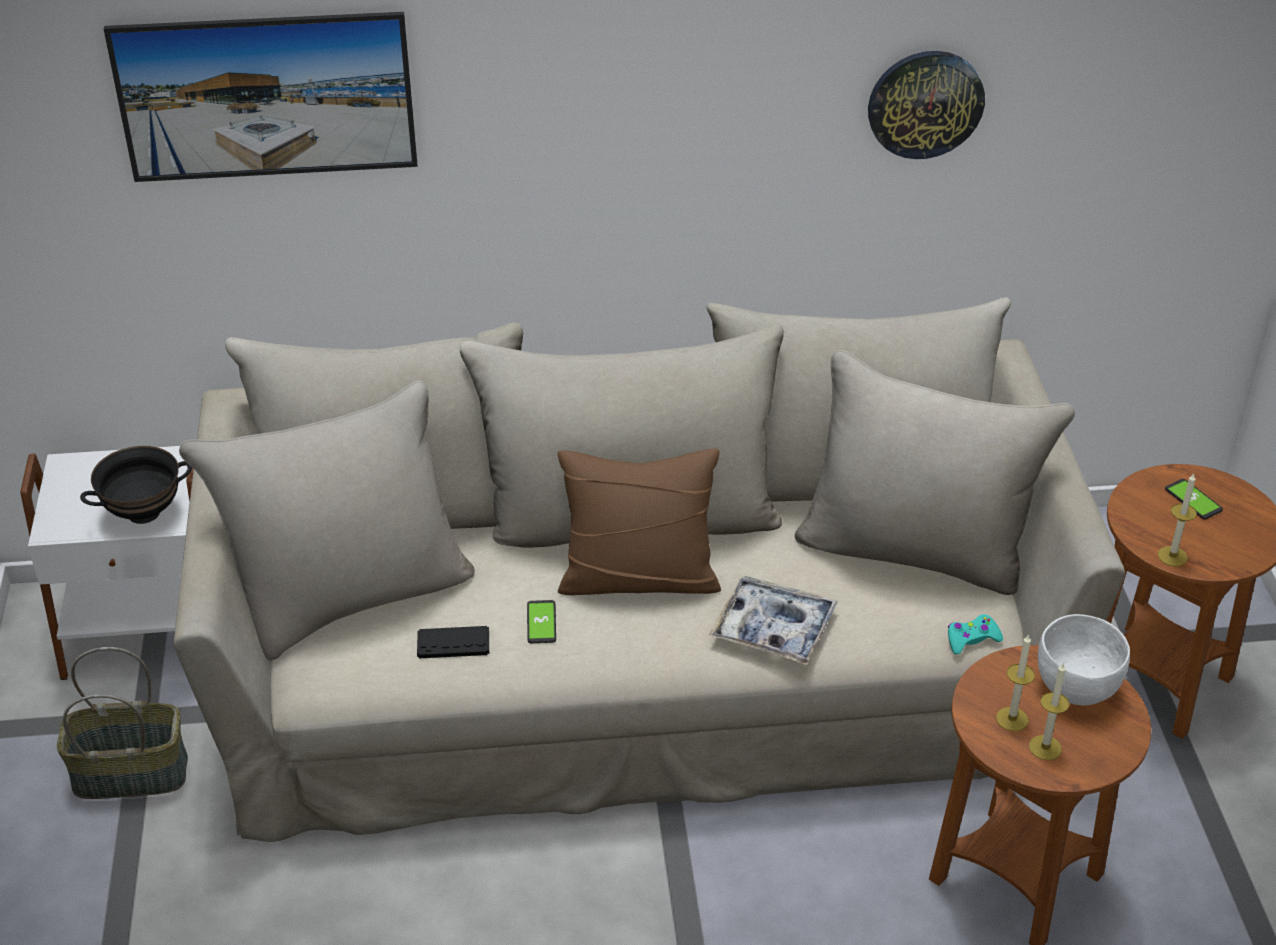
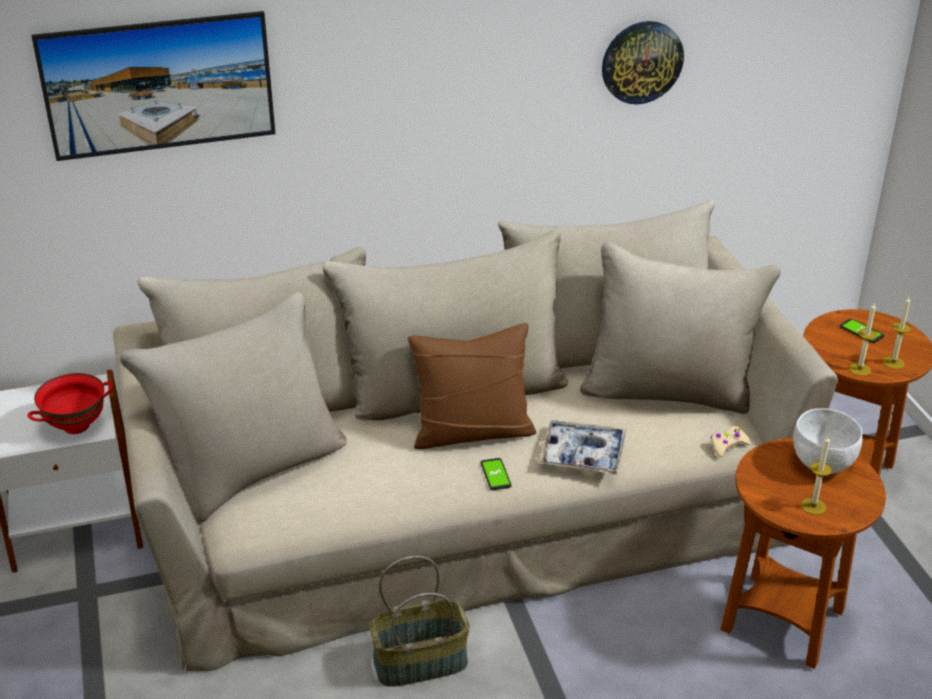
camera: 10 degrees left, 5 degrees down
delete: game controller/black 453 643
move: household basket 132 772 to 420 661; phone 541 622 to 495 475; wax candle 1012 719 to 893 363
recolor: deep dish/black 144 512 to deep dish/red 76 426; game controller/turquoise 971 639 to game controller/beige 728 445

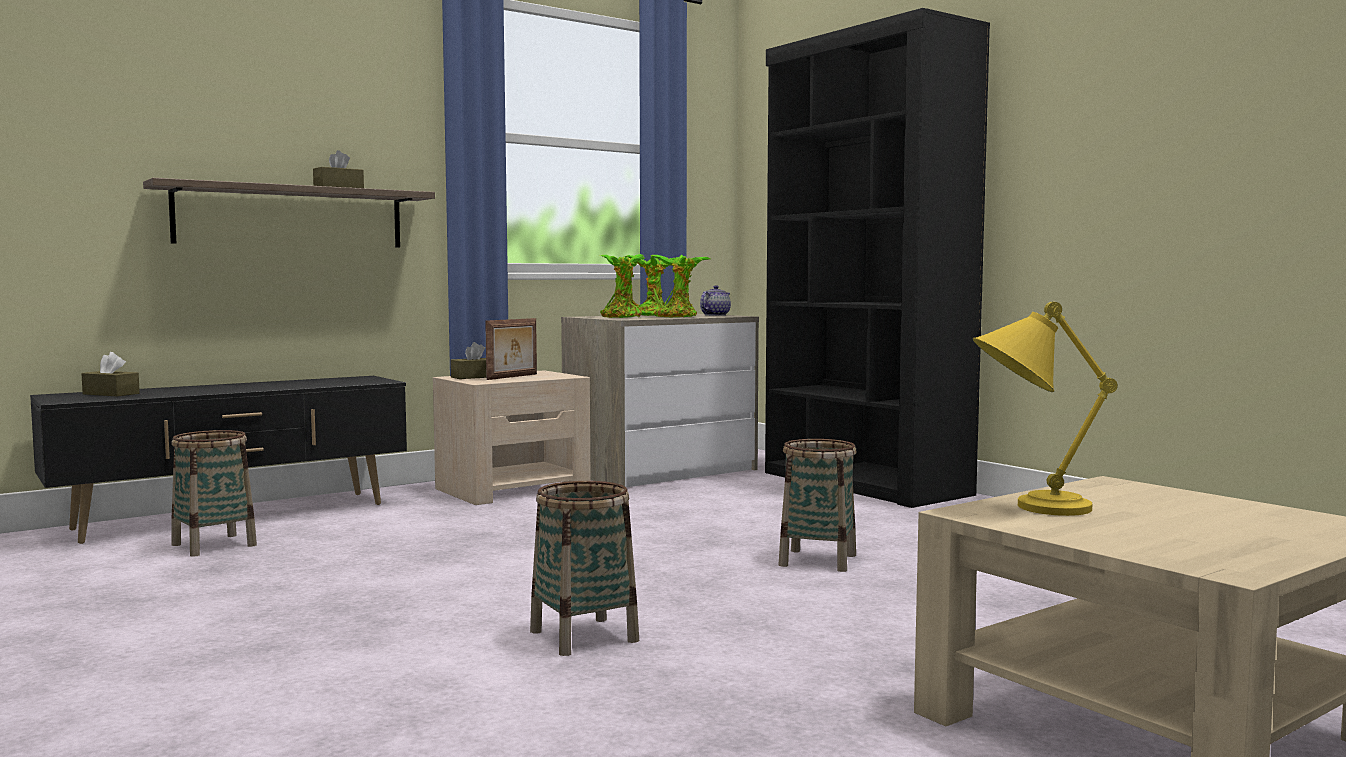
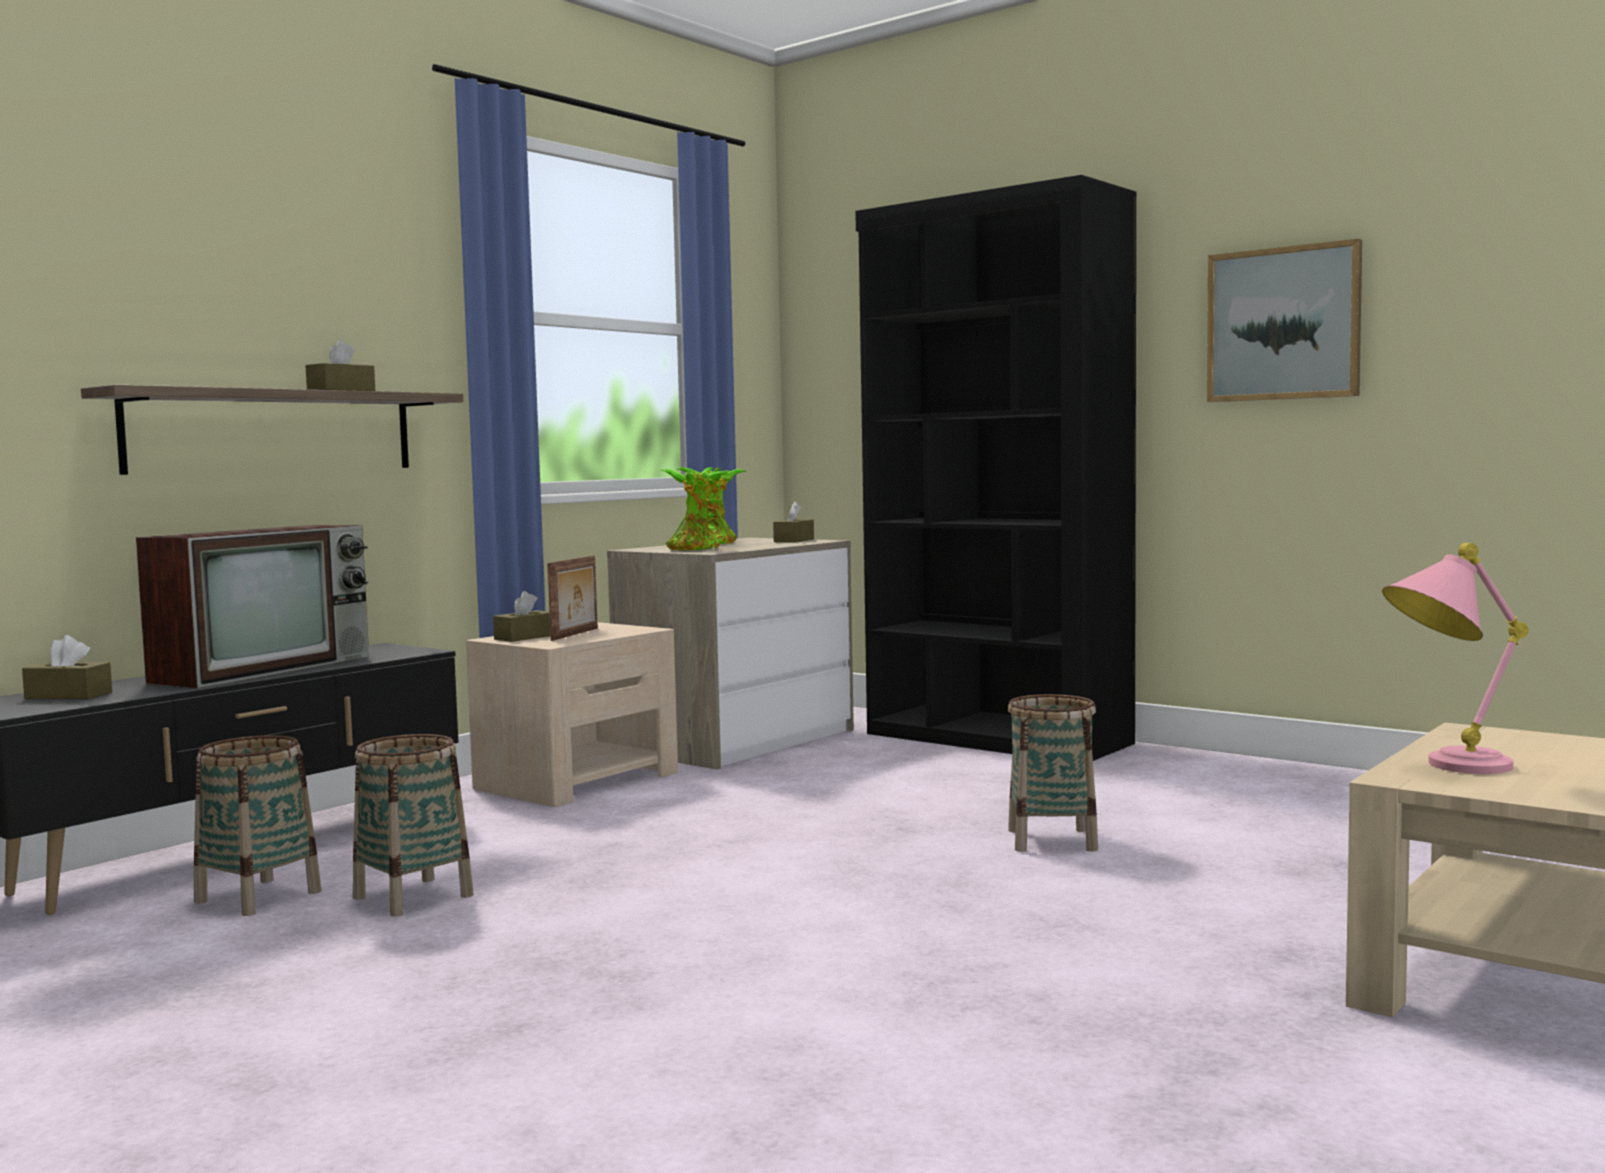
camera: 15 degrees left, 0 degrees up
delete: plant in a pot 678 317
insert: TV 266 668; wall art 1283 324
move: household basket 584 636 to 413 897
replace: tea pot 715 315 to box of tissues/brown-coloured 794 540
recolor: table lamp/yellow-coloured 1027 507 to table lamp/pink-coloured 1444 767

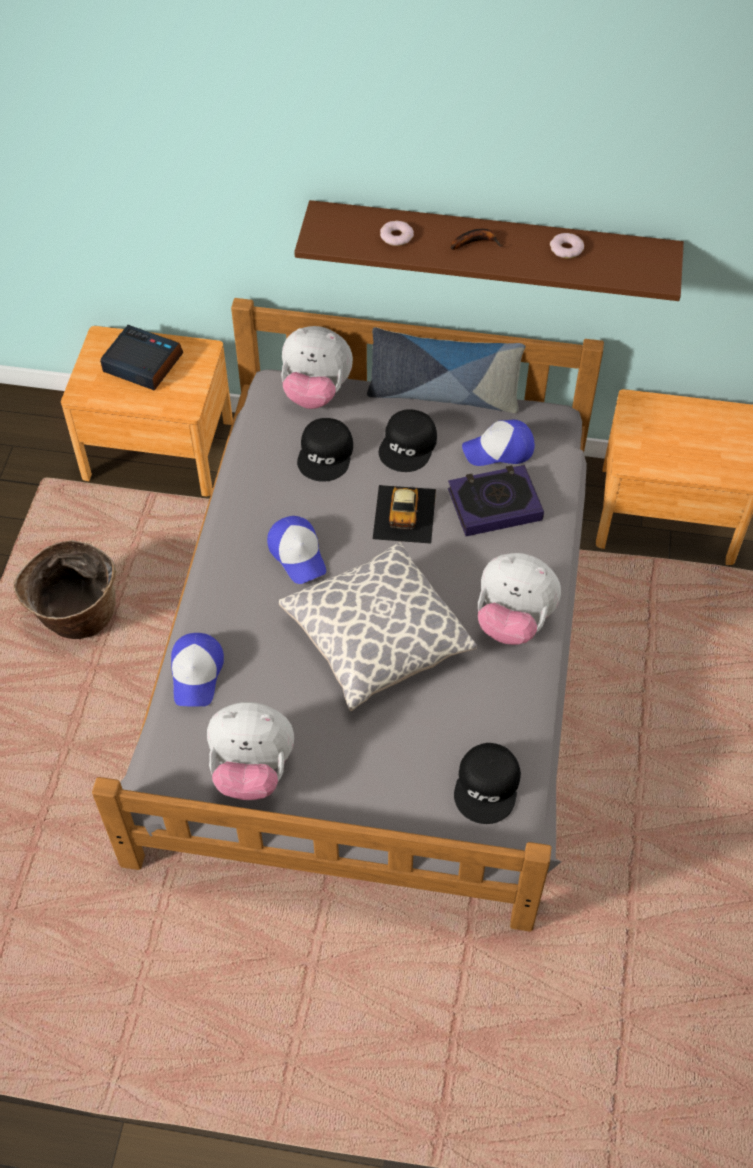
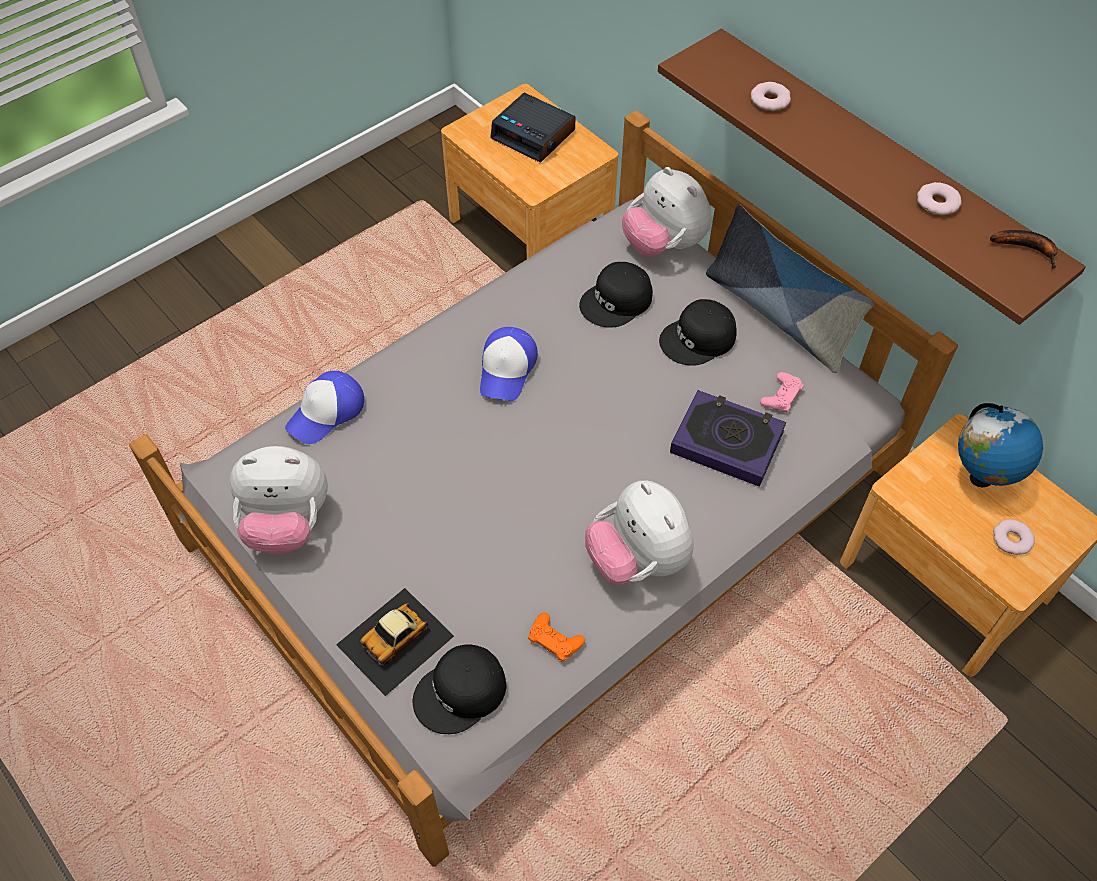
camera: 40 degrees right, 0 degrees up
delete: household basket 76 617; cushion 376 640
insert: game controller/orange 555 639; world globe 981 478; ring doughnut 1011 540
move: model car 405 513 to 396 640; banana 476 242 to 1028 249
replace: baseball cap 499 450 to game controller/pink-coloured 781 396
rotate: alarm clock 142 364 = 534 135 150 degrees clockwise; cuddly toy 252 770 = 287 523 45 degrees counterclockwise

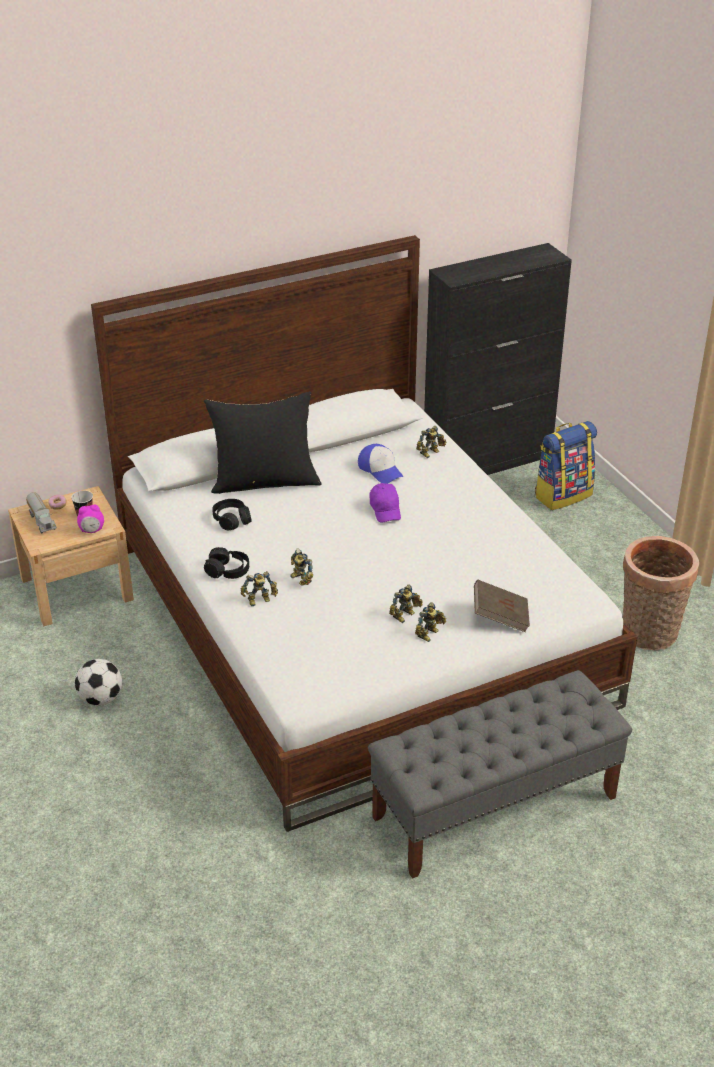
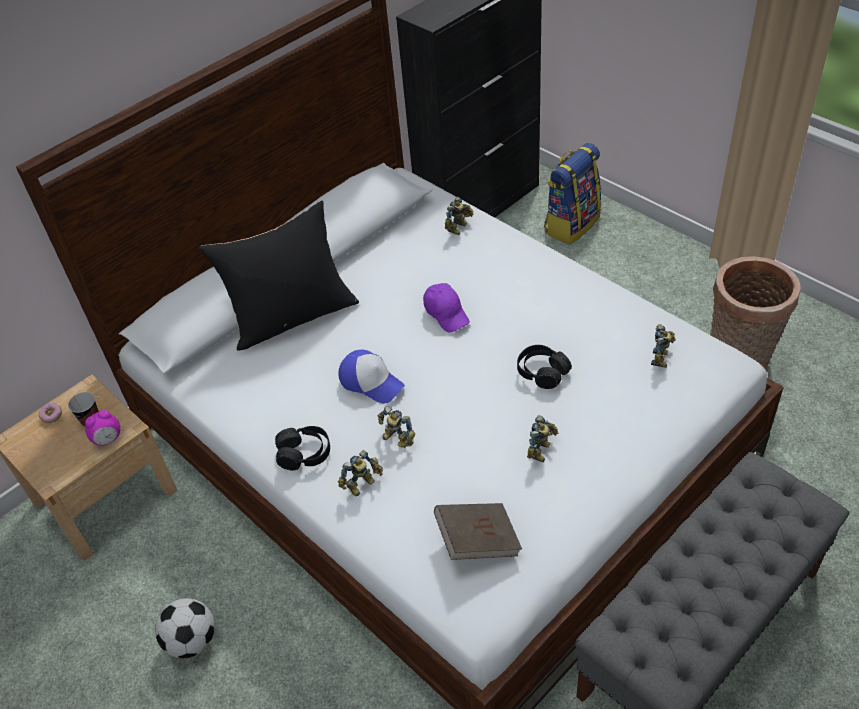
camera: 15 degrees left, 10 degrees up
delete: toy truck 42 521
move: headset/black 232 520 to 542 372; baseball cap 380 470 to 371 382; model robot 430 634 to 662 358; bound book/brown-coloured 500 617 to 477 541

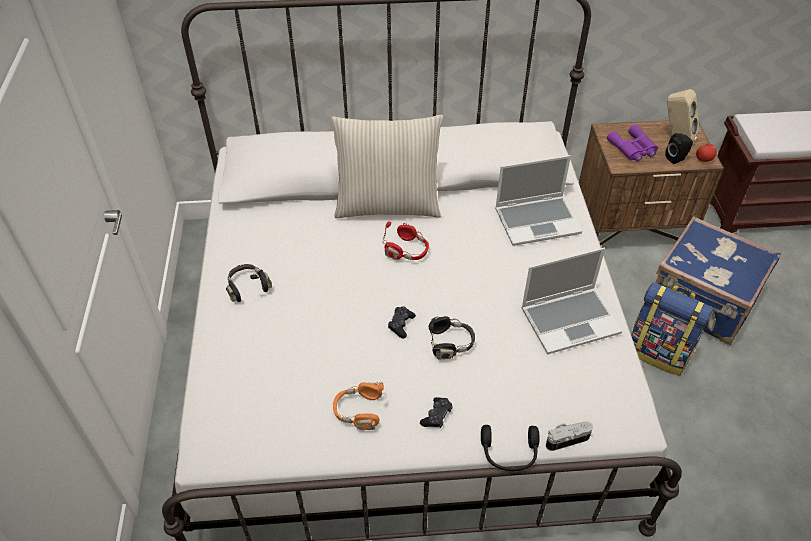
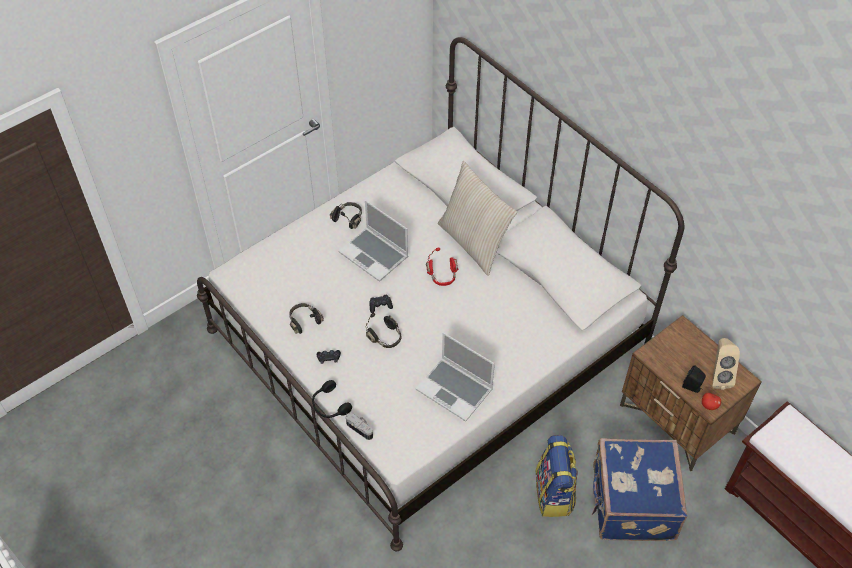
camera: 55 degrees right, 5 degrees up
delete: binoculars/purplish 633 148
move: notebook computer 537 221 to 375 255
recolor: headset/orange 358 411 to headset/black 304 321

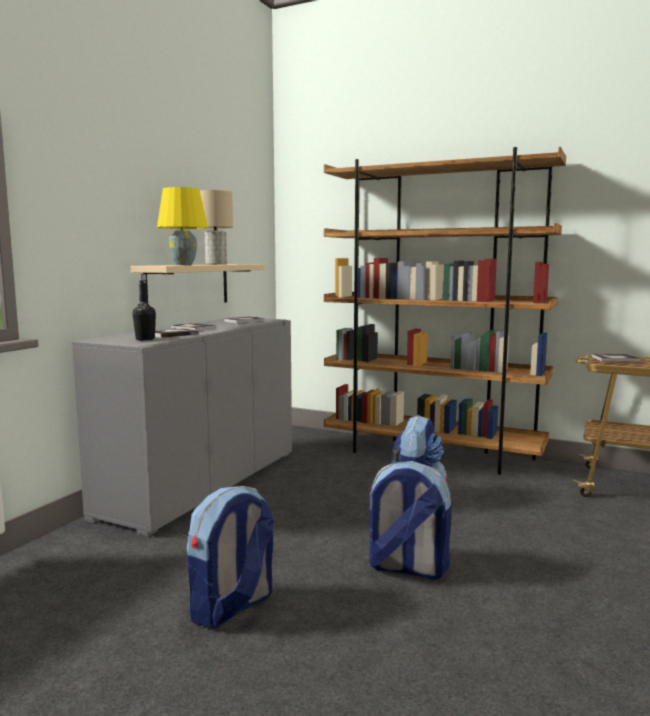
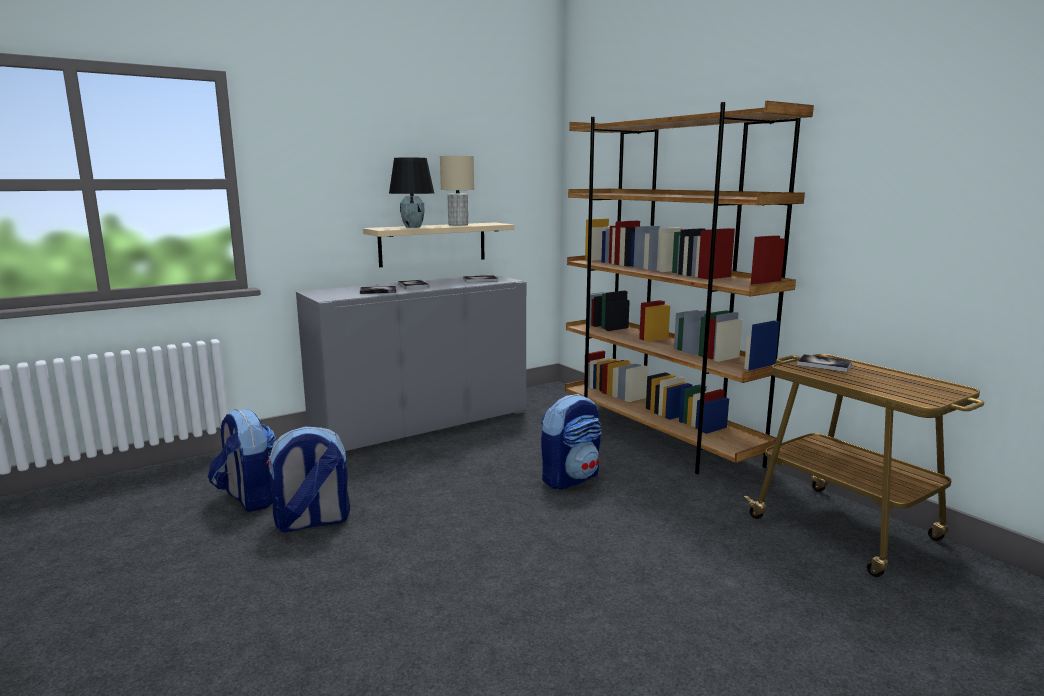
camera: 30 degrees right, 5 degrees up
delete: drink bottle/black 145 339
move: knapsack 406 568 to 249 498
recolor: table lamp/yellow-coloured 184 265 to table lamp/black 413 227

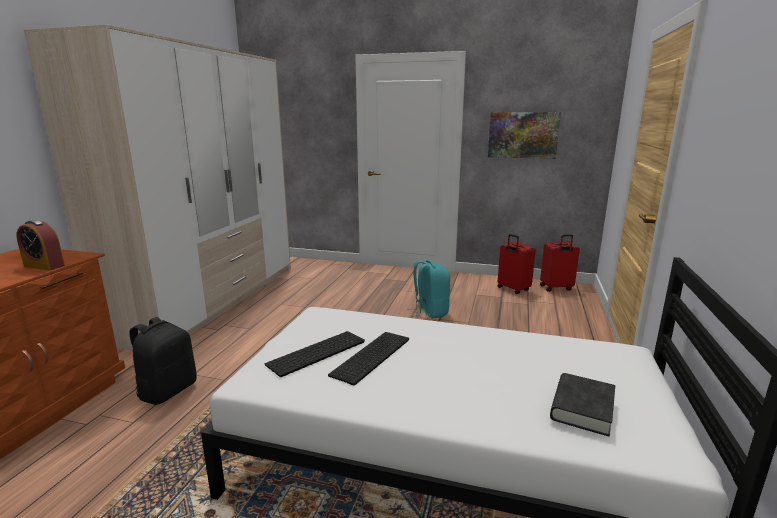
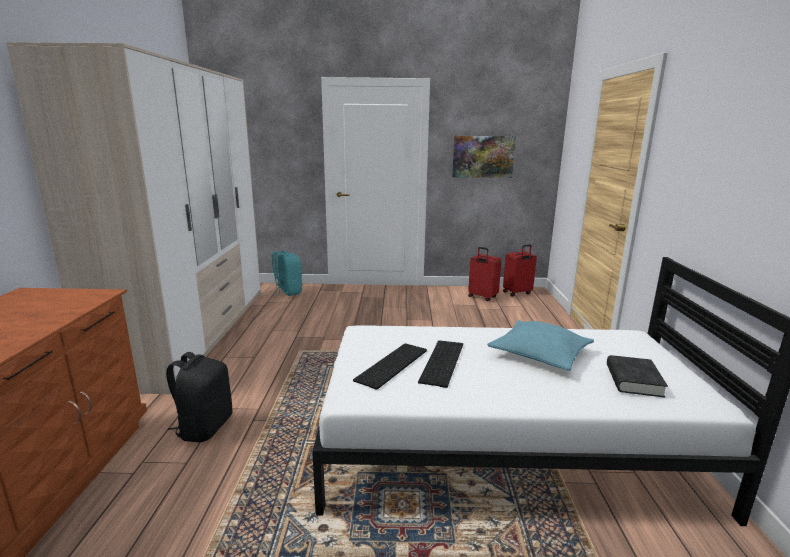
camera: 15 degrees left, 0 degrees up
delete: alarm clock 44 266
insert: cushion/turquoise 539 354
move: knapsack/turquoise 430 311 to 287 292

